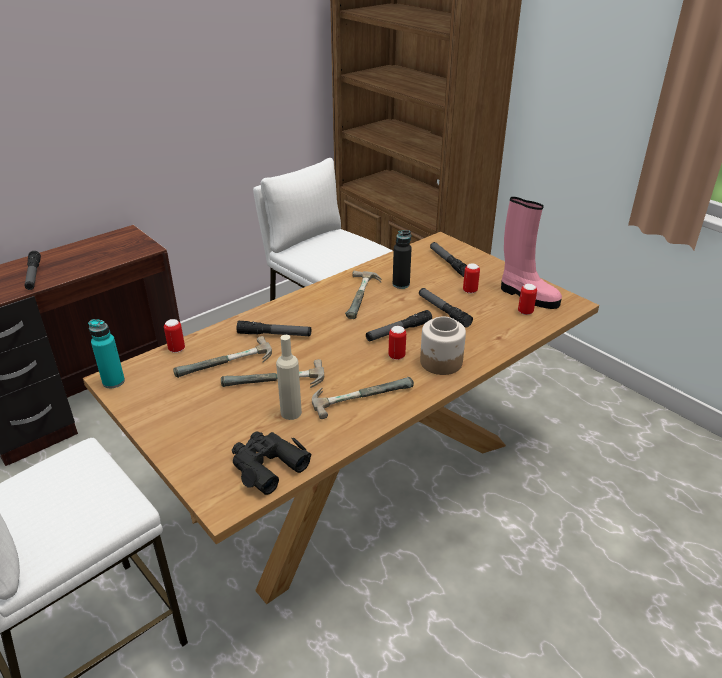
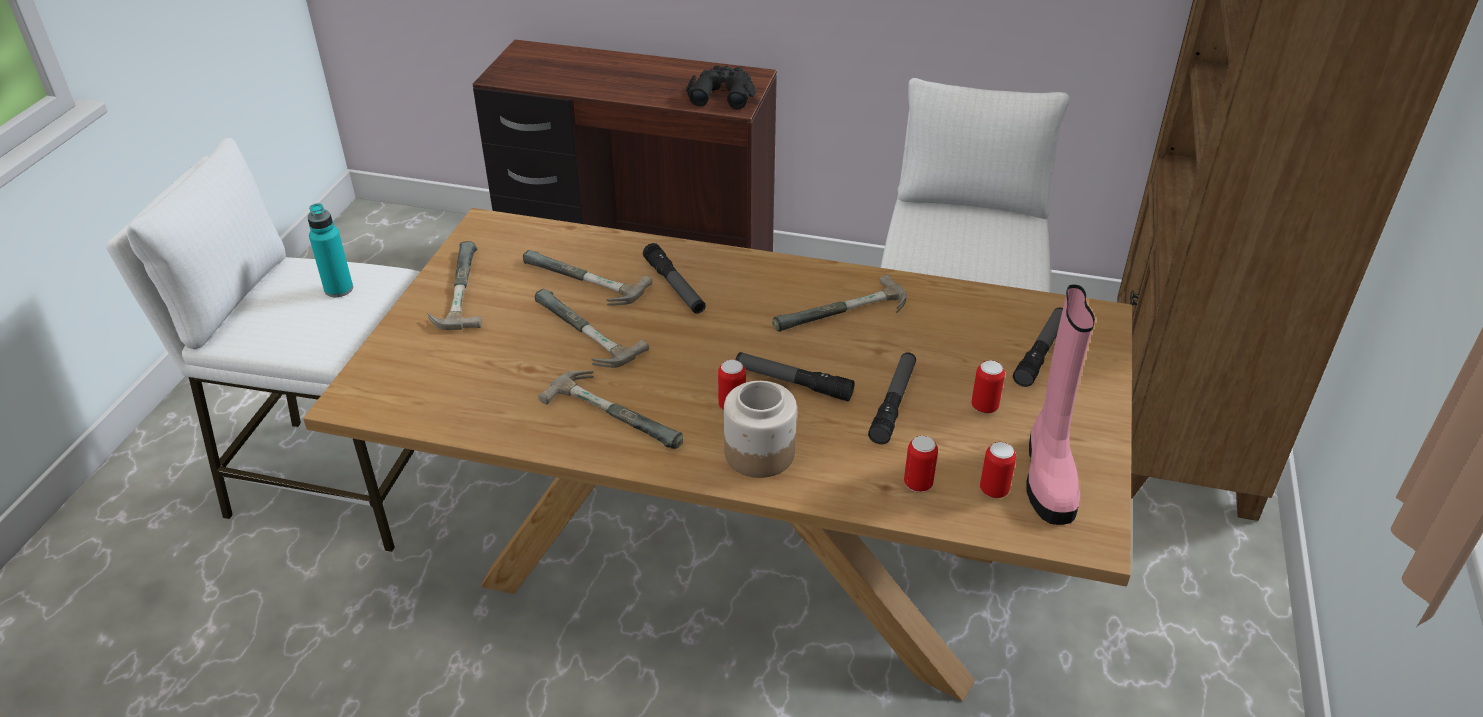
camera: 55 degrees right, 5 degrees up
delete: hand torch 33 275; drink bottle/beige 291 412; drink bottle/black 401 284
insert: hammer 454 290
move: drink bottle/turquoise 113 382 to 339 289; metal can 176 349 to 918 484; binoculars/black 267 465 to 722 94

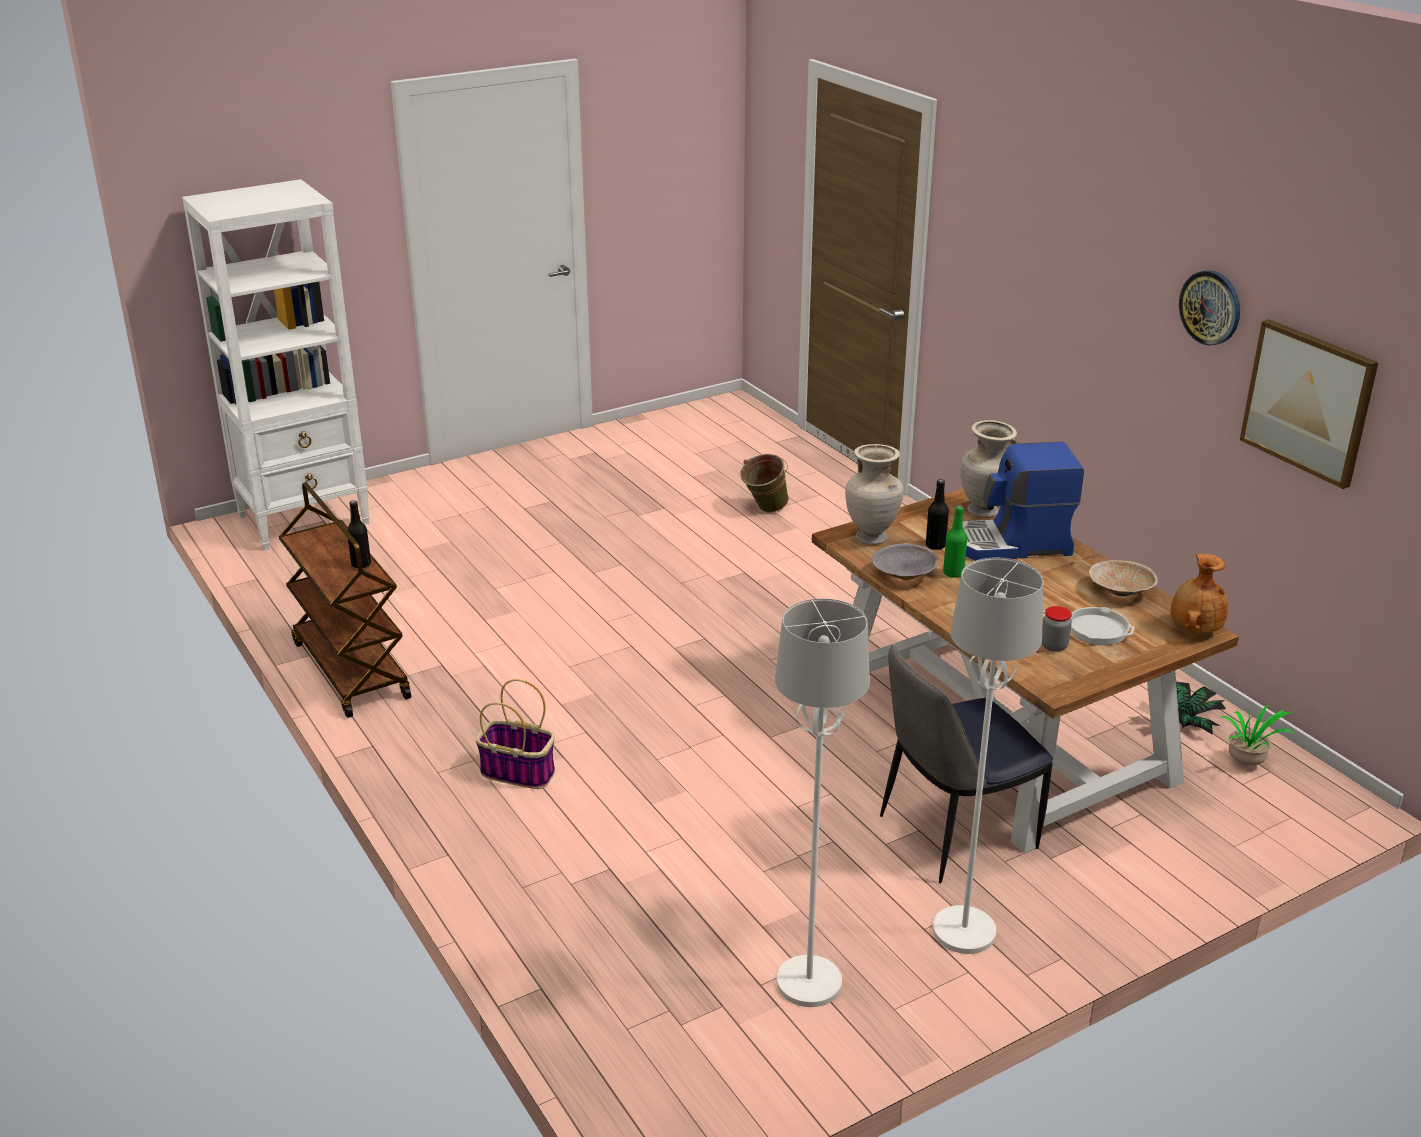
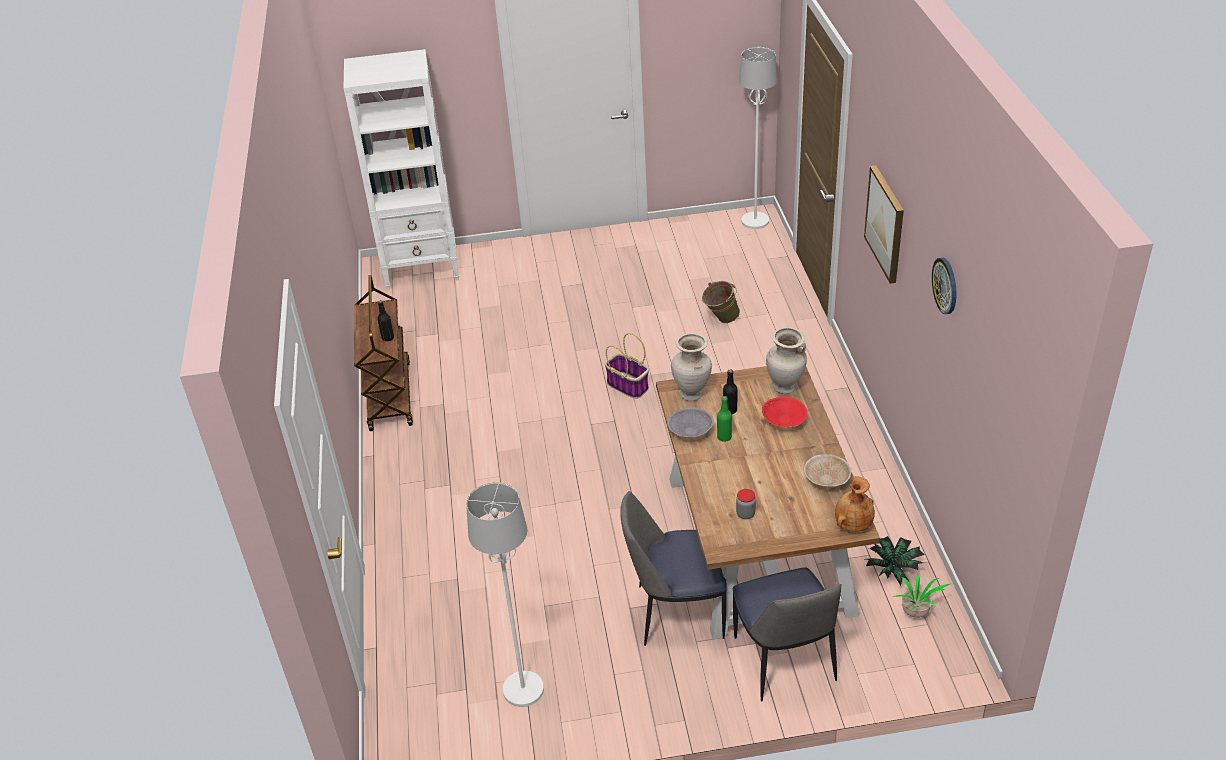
camera: 25 degrees right, 10 degrees up
delete: pan 1092 629
insert: chair 785 662
move: household basket 519 772 to 628 386; standard lamp/white-coloured 963 931 to 755 221; wall art 1308 402 to 886 223
replace: coffee machine 1014 544 to deep dish/red 784 421

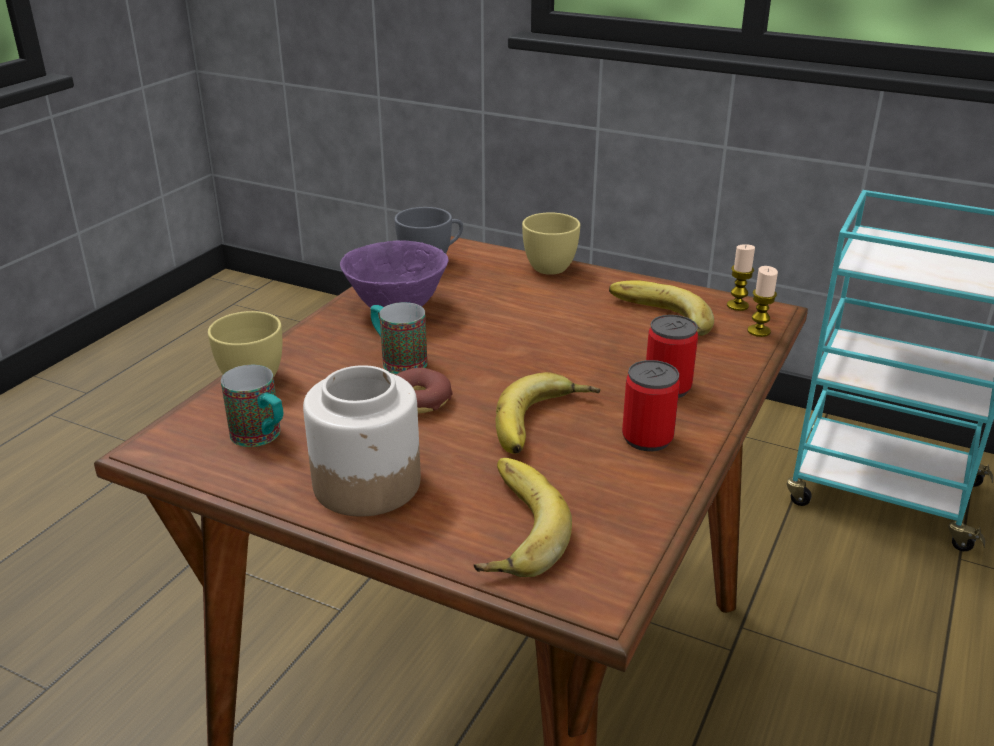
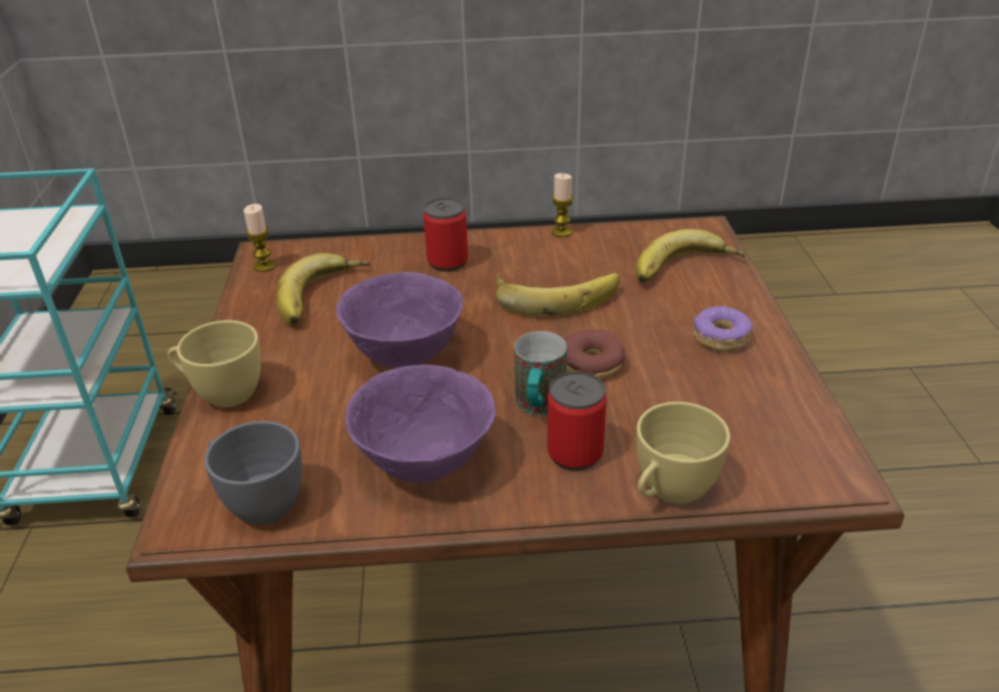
camera: 120 degrees left, 5 degrees up
delete: coffee mug 262 437
insert: deep dish/purplish 405 355
move: metal can 647 438 to 575 453; wax candle 758 331 to 561 232
replace: storage jar 368 483 to ring doughnut 720 338

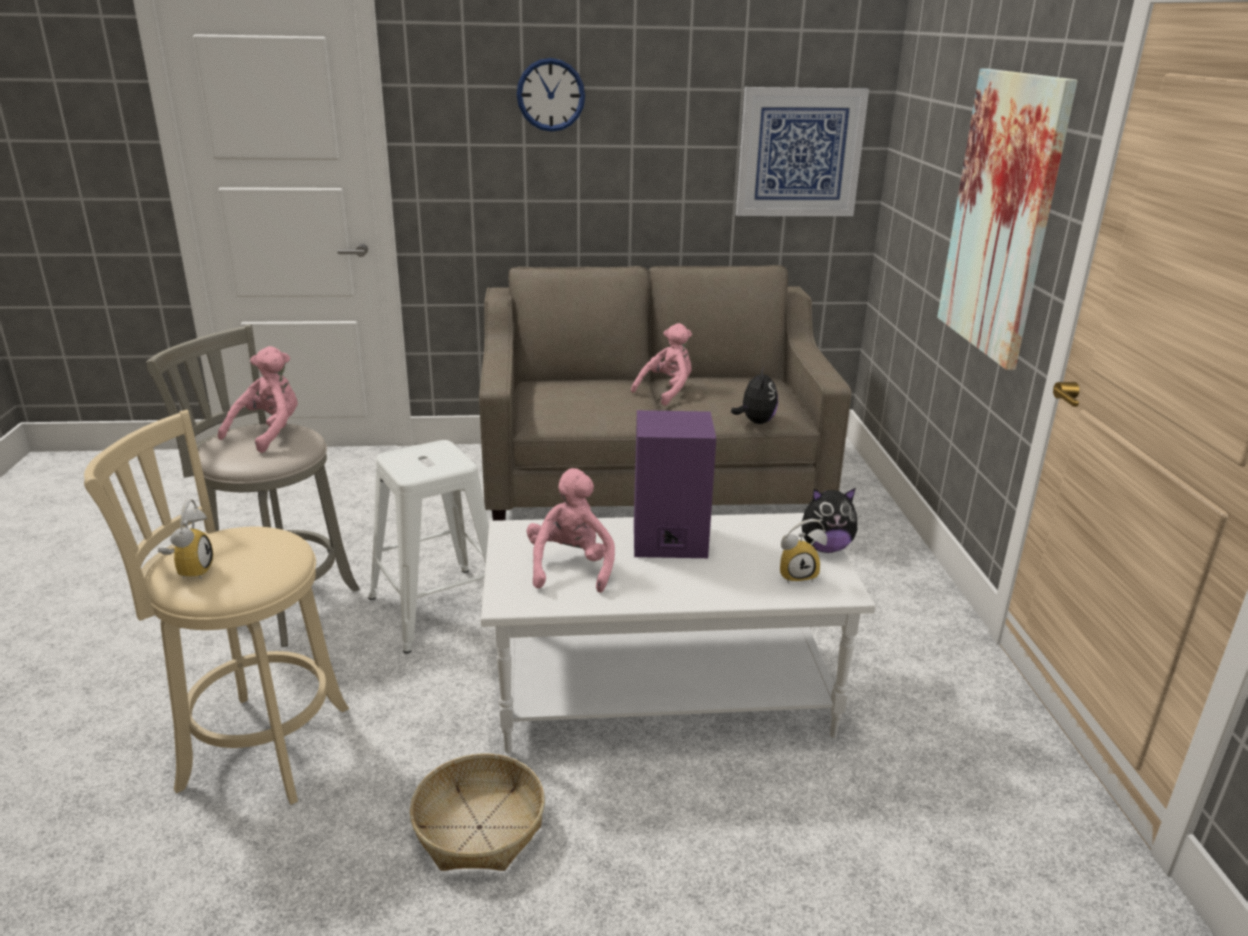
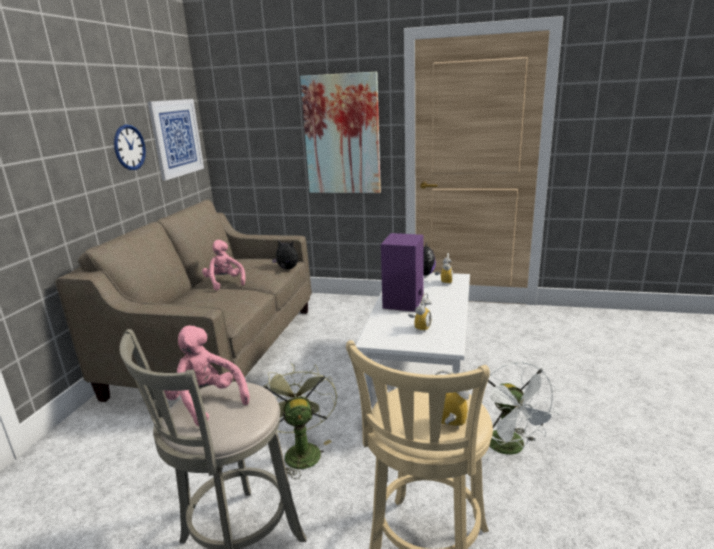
camera: 70 degrees left, 5 degrees down
move: hanging clock 550 95 to 129 147
replace: stool/white-coloured 436 607 to electric fan/green-coloured 300 451; household basket 480 827 to electric fan/white-coloured 511 448; cuddly toy/pink-coloured 571 567 to alarm clock 420 327

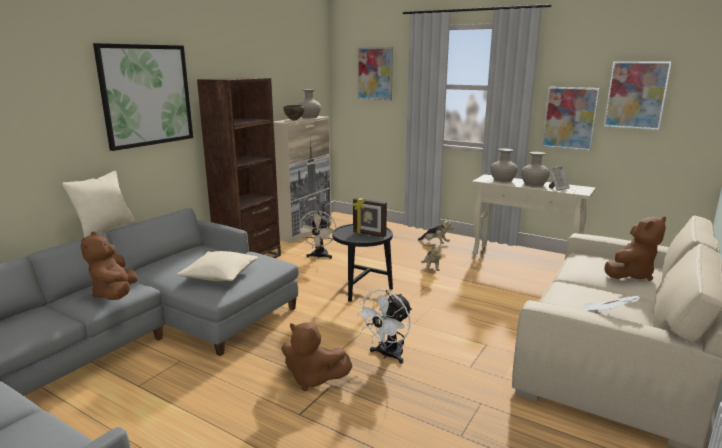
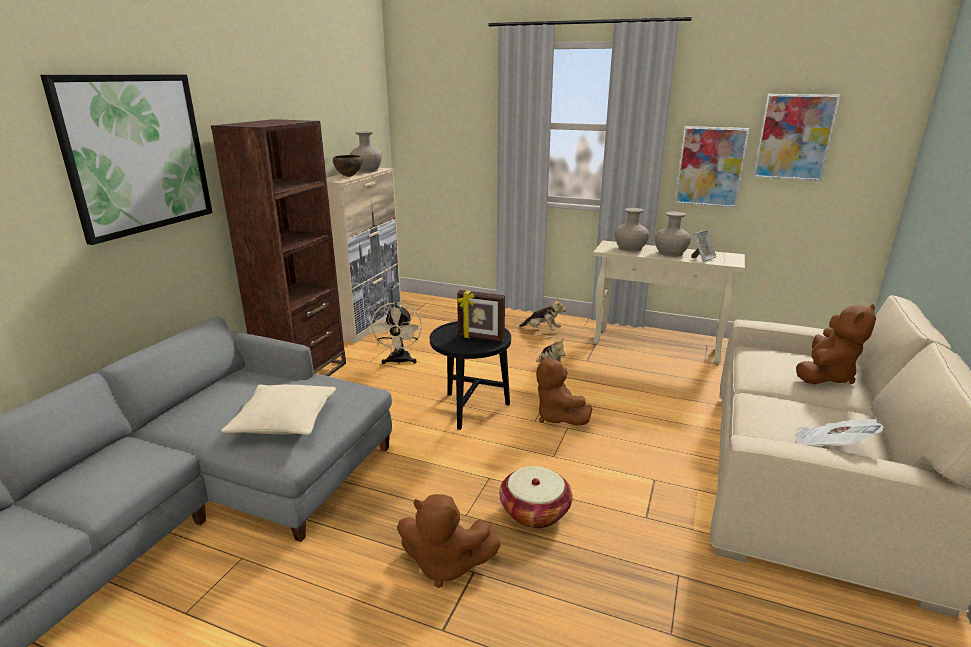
camera: 10 degrees left, 5 degrees up
delete: cushion/beige 105 229; wall art 375 73
move: cuddly toy/brown-coloured 115 294 to 558 417
replace: electric fan/white-coloured 387 355 to household basket 535 512

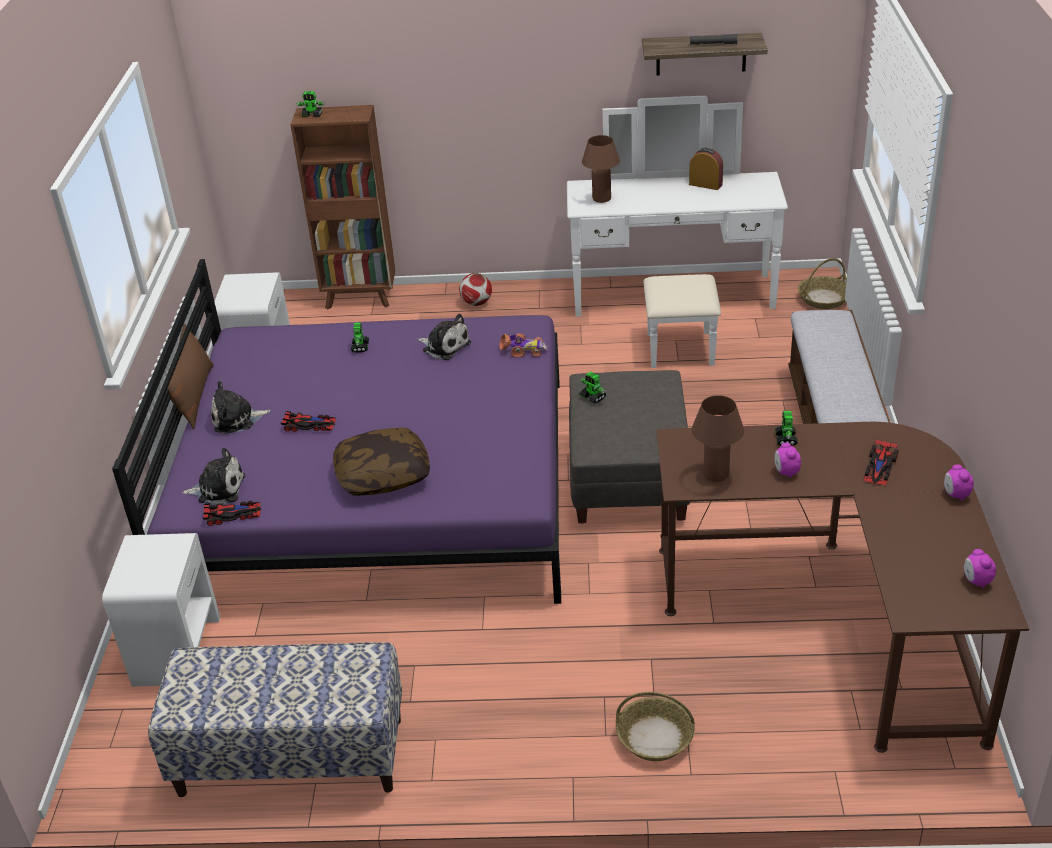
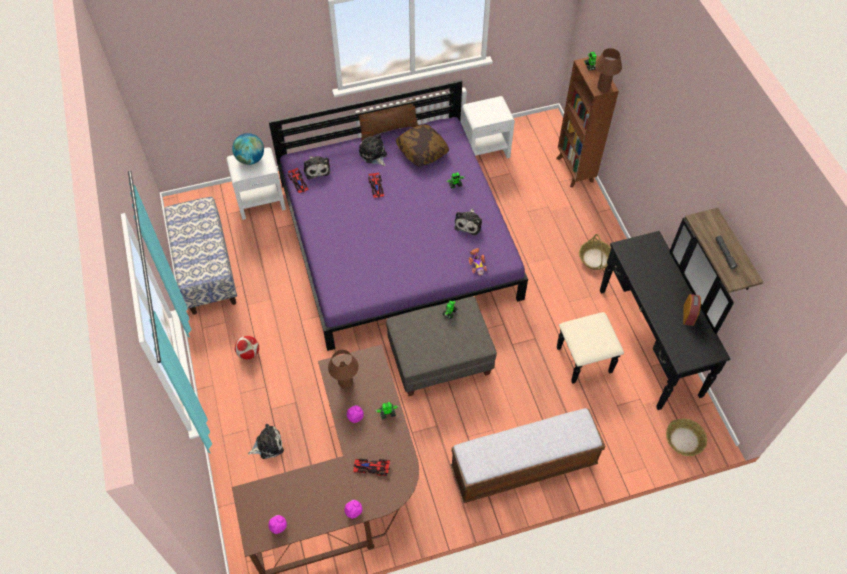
camera: 70 degrees right, 20 degrees up
insert: world globe 250 159; cuddly toy 268 445
move: cushion 383 475 to 422 151; ball for football 476 303 to 249 353; table lamp/brown-coloured 601 198 to 603 87; household basket 655 737 to 595 258
recolor: dresser/white-coloured 675 307 to dresser/black 634 346

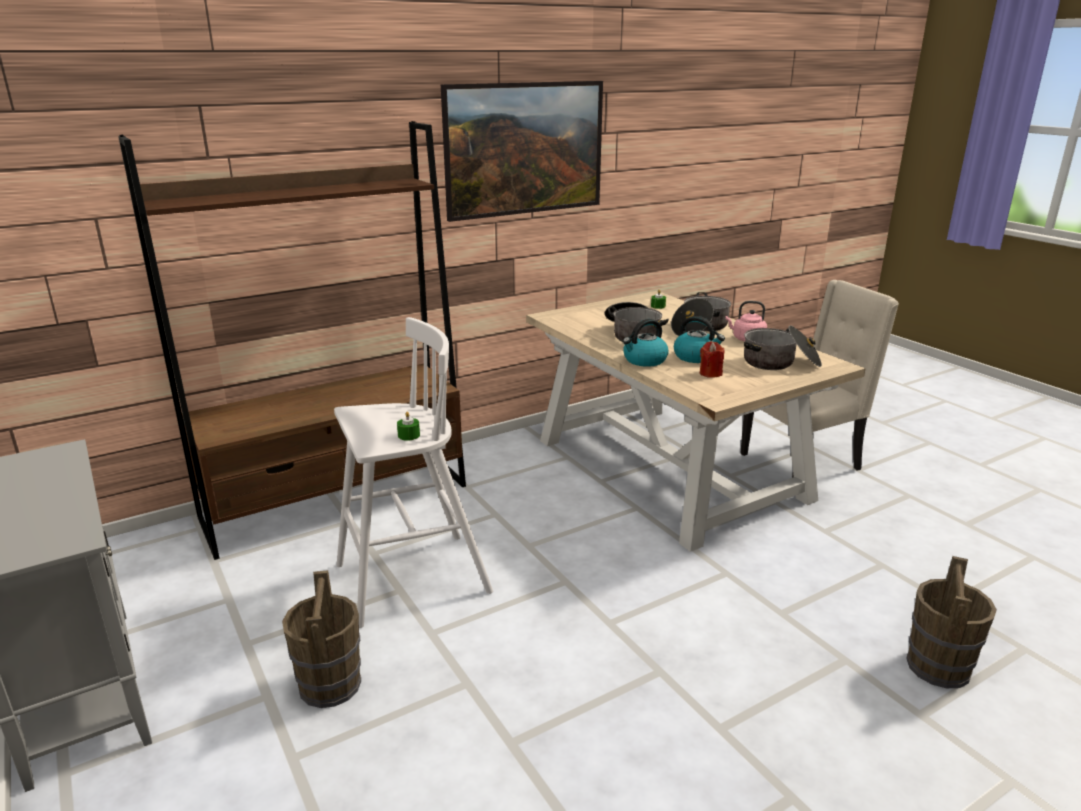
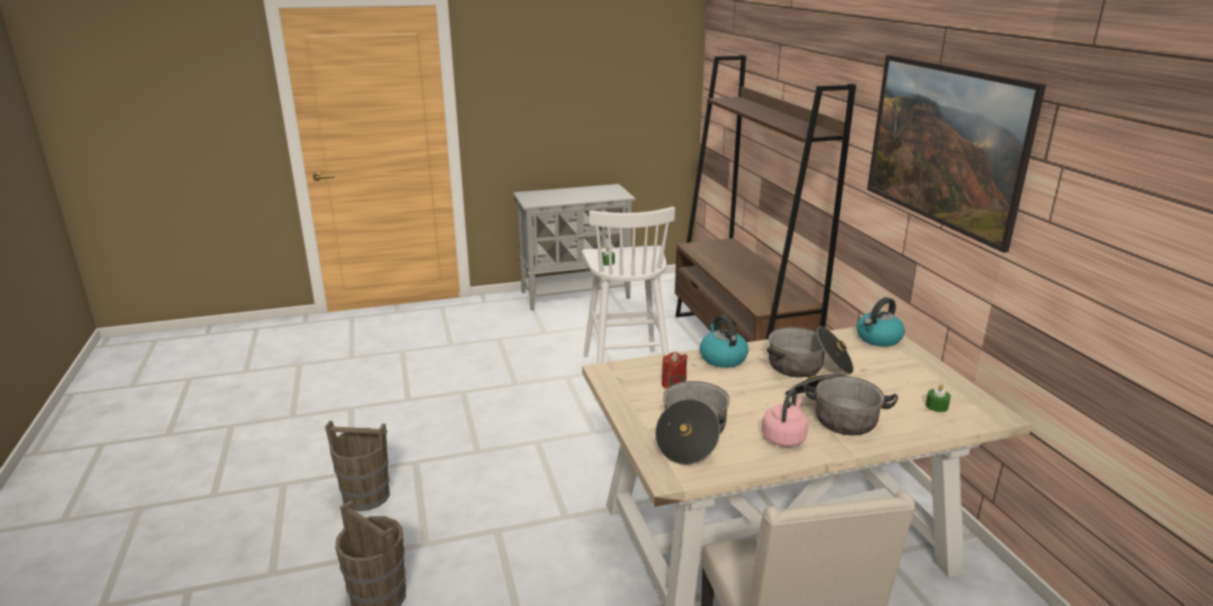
camera: 105 degrees right, 0 degrees up
move: bucket/brown-coloured 330 685 to 366 496; kettle 696 357 to 878 339

